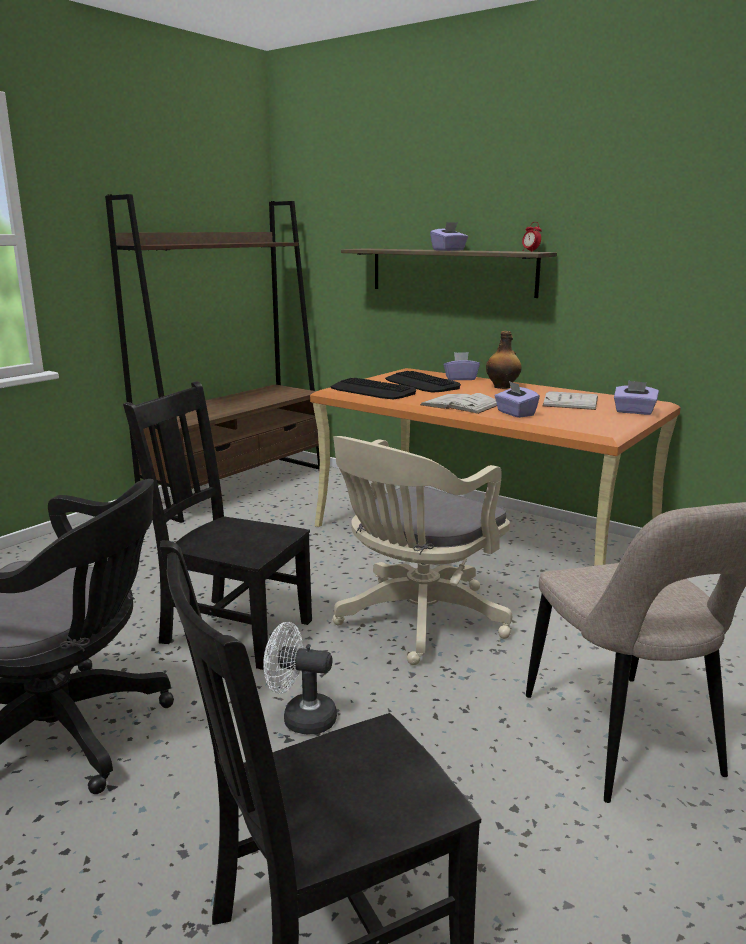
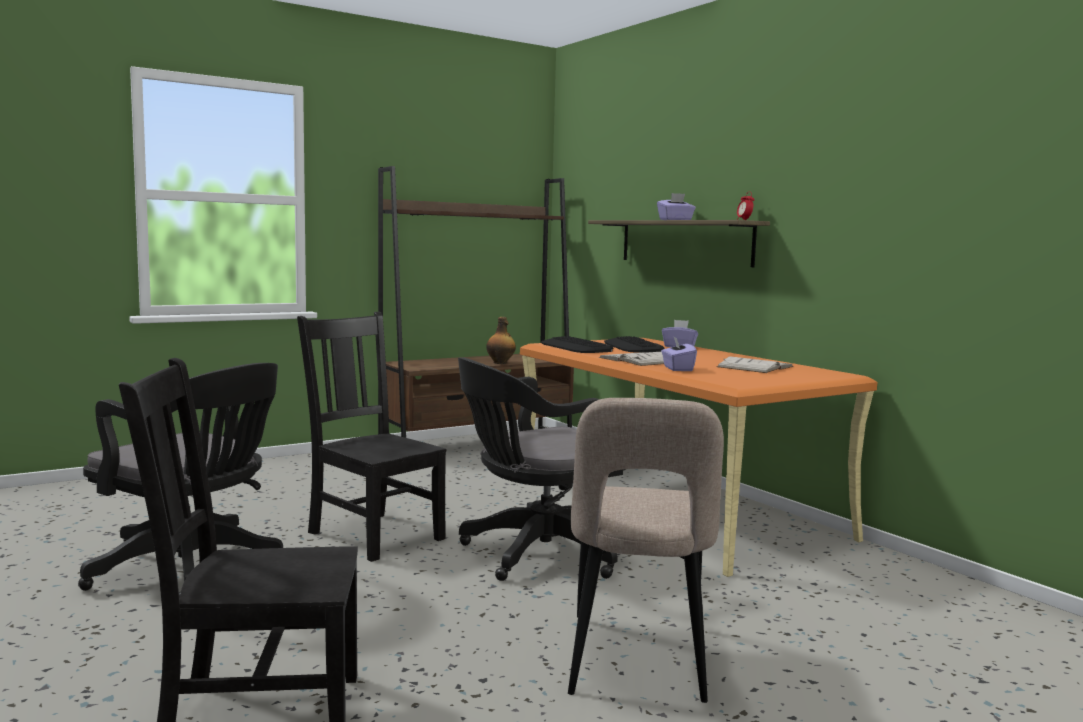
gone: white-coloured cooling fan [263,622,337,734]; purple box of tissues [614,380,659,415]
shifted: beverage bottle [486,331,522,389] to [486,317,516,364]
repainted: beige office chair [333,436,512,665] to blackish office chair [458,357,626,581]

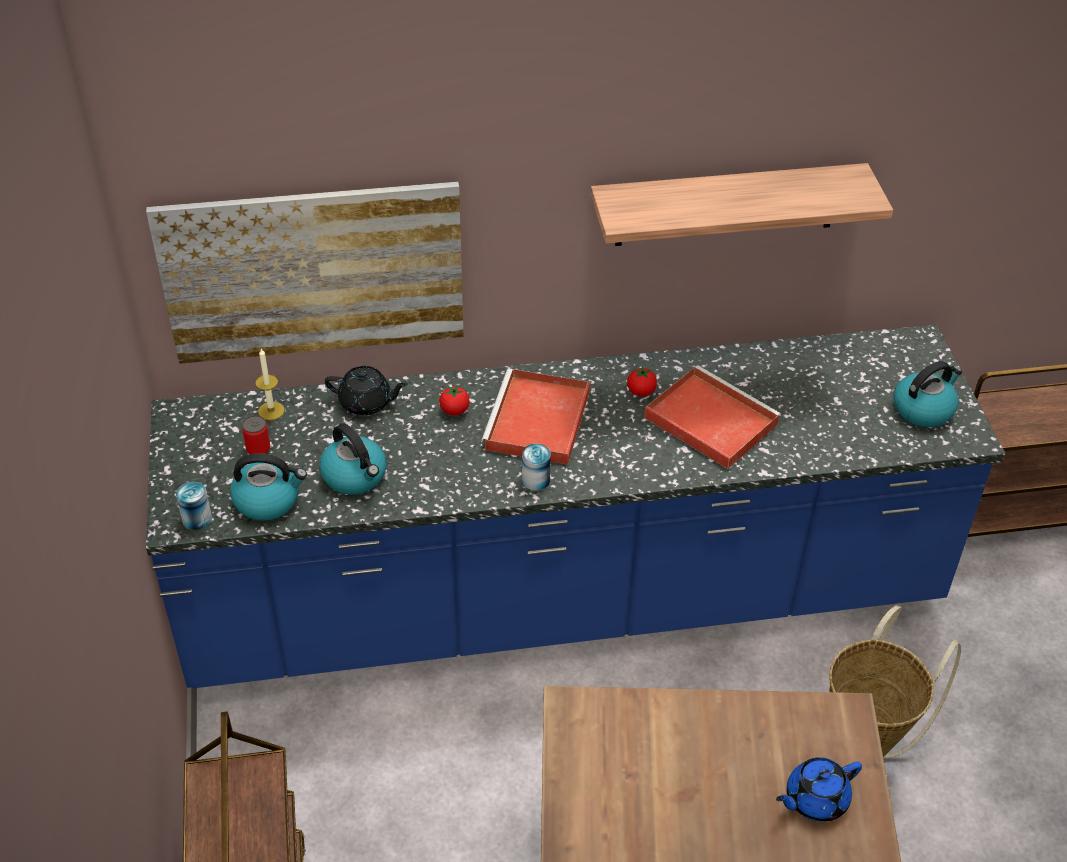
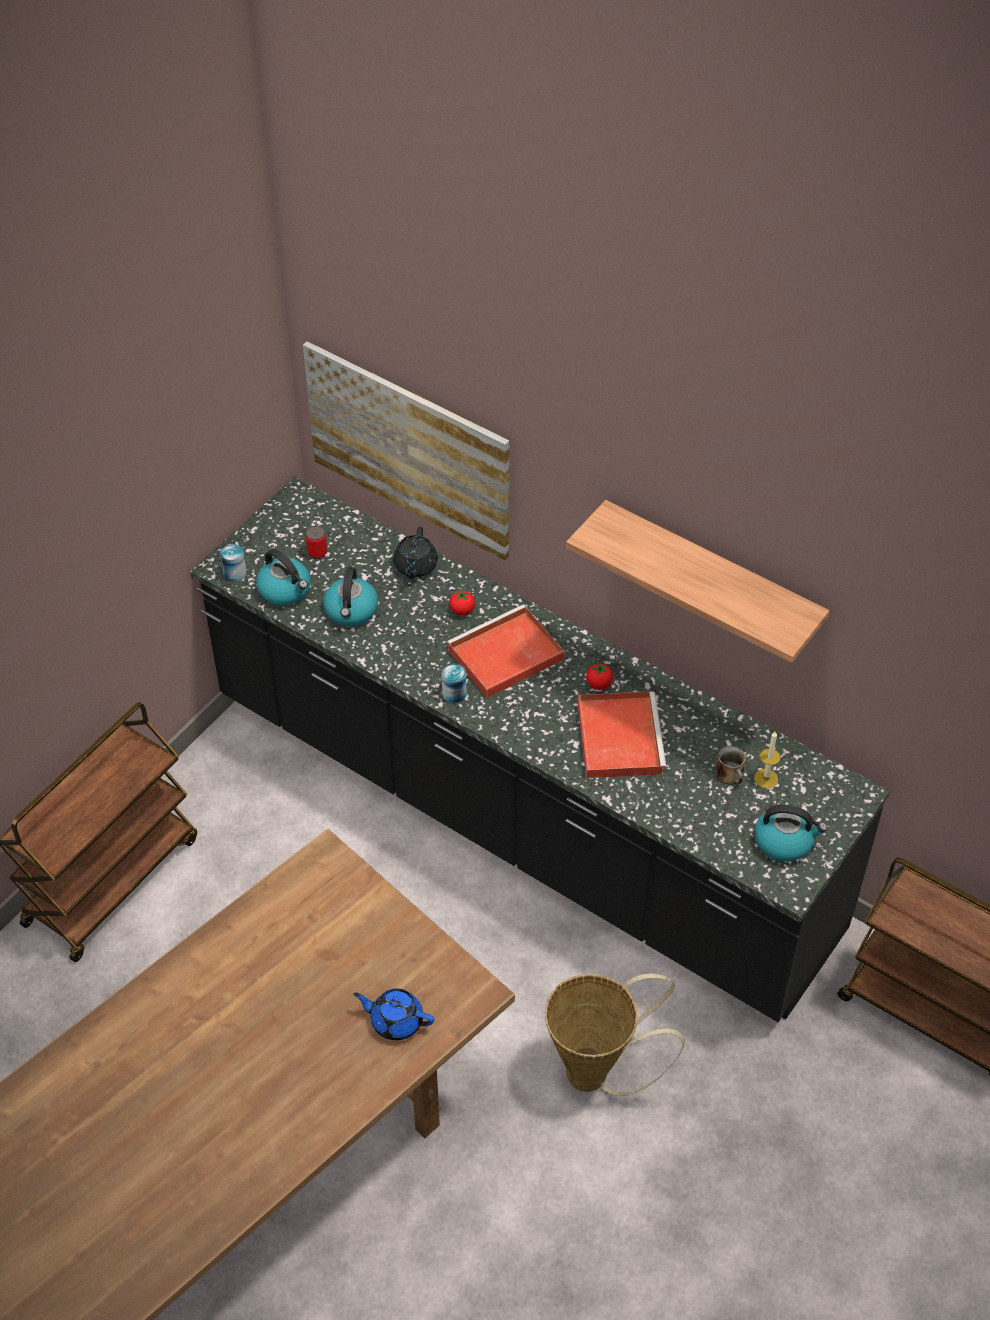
new: tea mug [716,746,746,784]
shifted: candle [255,349,284,420] to [754,732,781,788]
repainted: blue kitchen counter [146,324,1006,689] to blackish kitchen counter [191,477,890,1022]
rotated: blackish pot for tea [325,366,408,415] = [393,527,438,579] 45 degrees clockwise

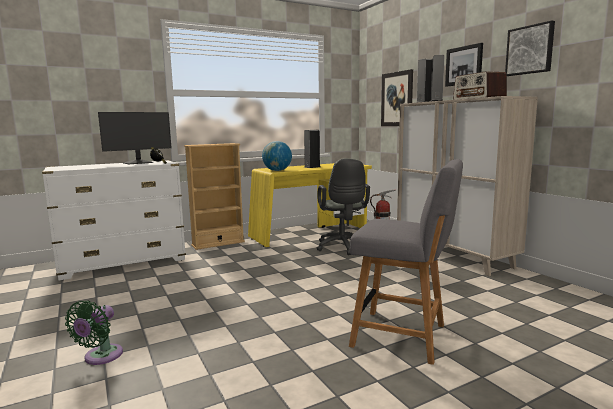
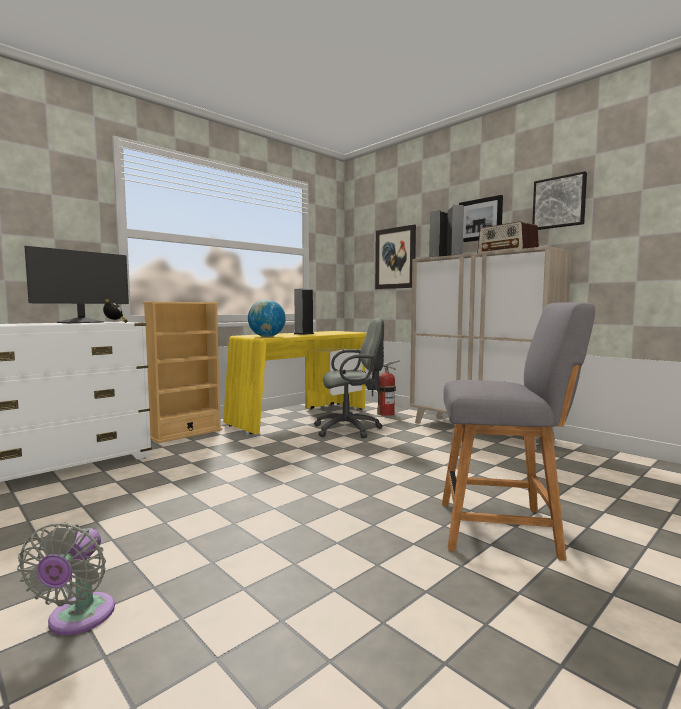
repainted: green cooling fan [65,300,123,365] to greyish cooling fan [17,522,115,635]
rotated: greyish office chair [317,158,370,255] = [314,318,384,439] 75 degrees counterclockwise

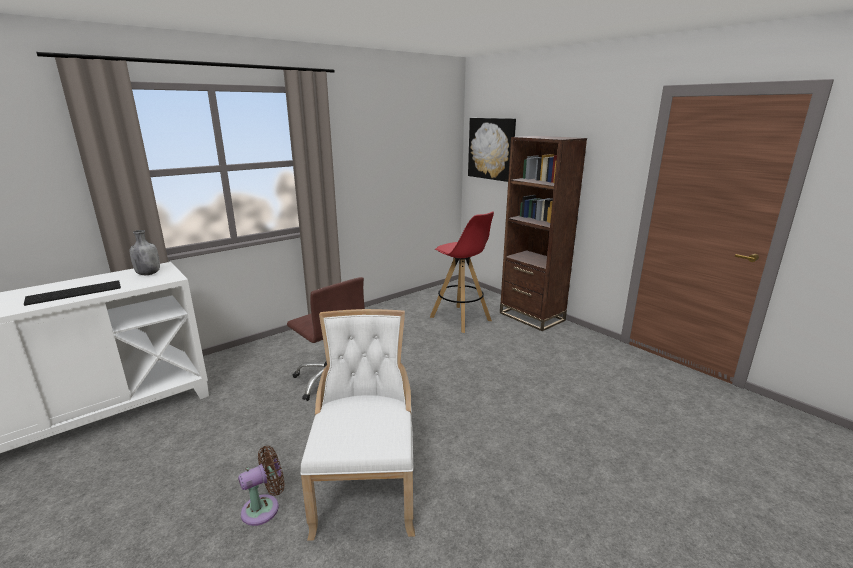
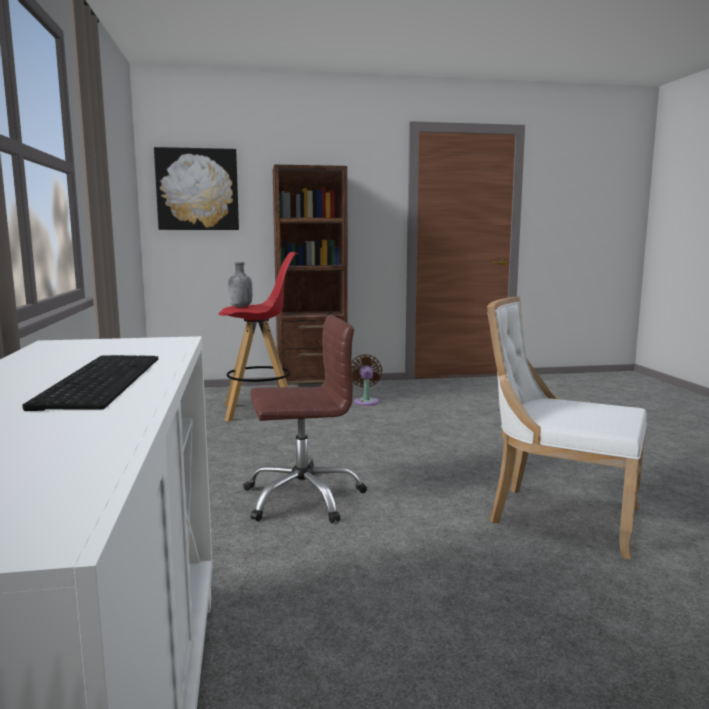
shifted: greyish beverage bottle [129,230,160,275] to [228,262,252,307]; brown cooling fan [238,446,285,526] to [352,354,382,406]

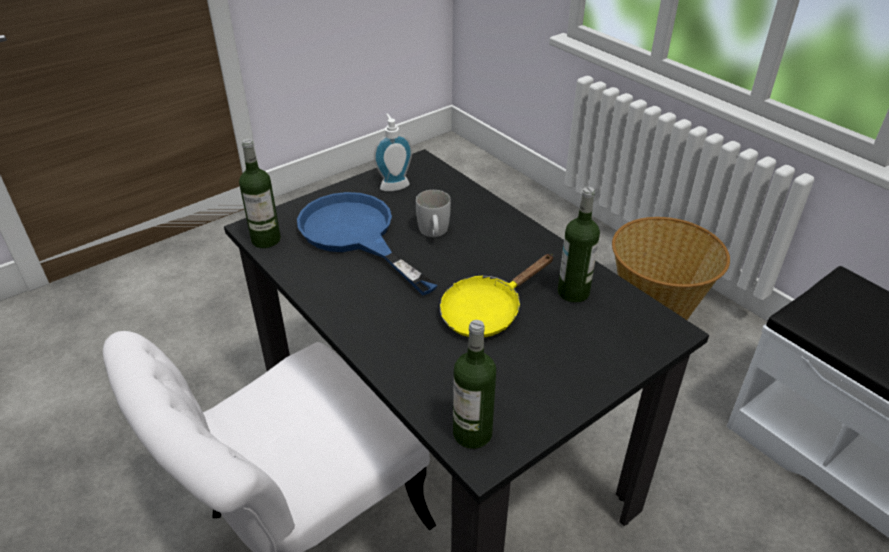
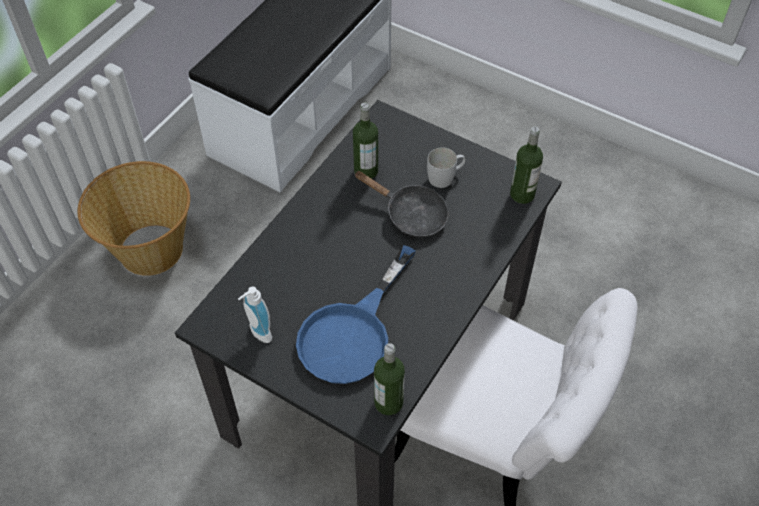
shifted: white-coloured tea mug [416,190,451,237] to [427,147,465,188]
repainted: yellow-coloured frying pan [440,254,554,337] to blackish frying pan [354,171,448,237]

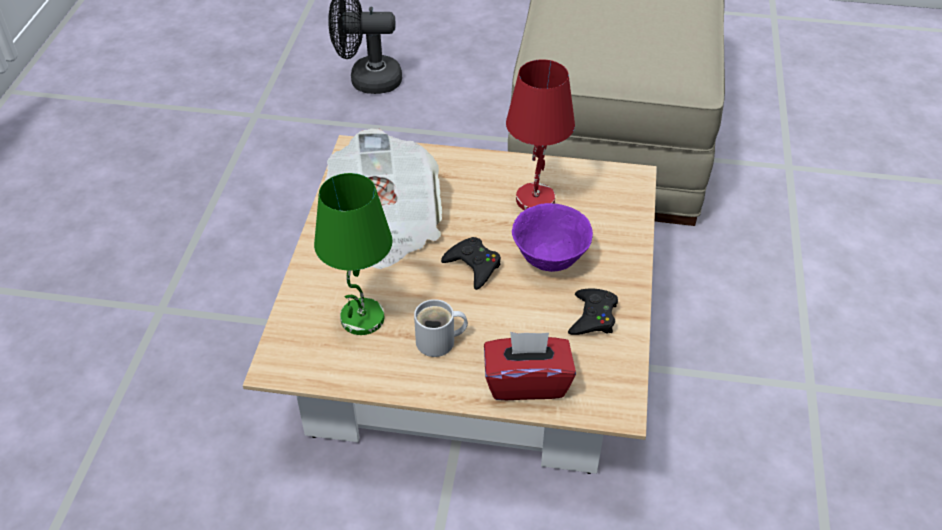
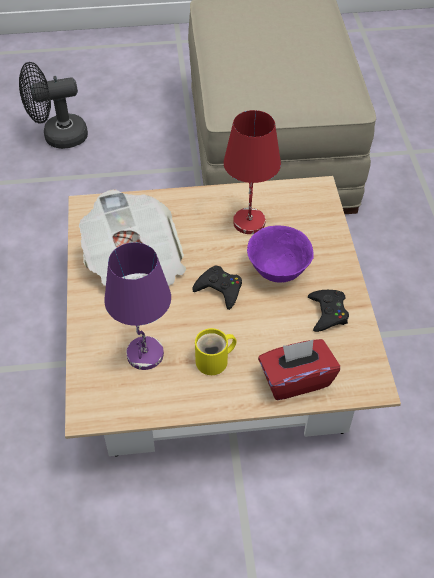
repainted: green tabletop lamp [314,173,393,335] to purple tabletop lamp [104,242,171,370]; white-coloured tea mug [414,299,468,357] to yellow-coloured tea mug [195,328,237,375]

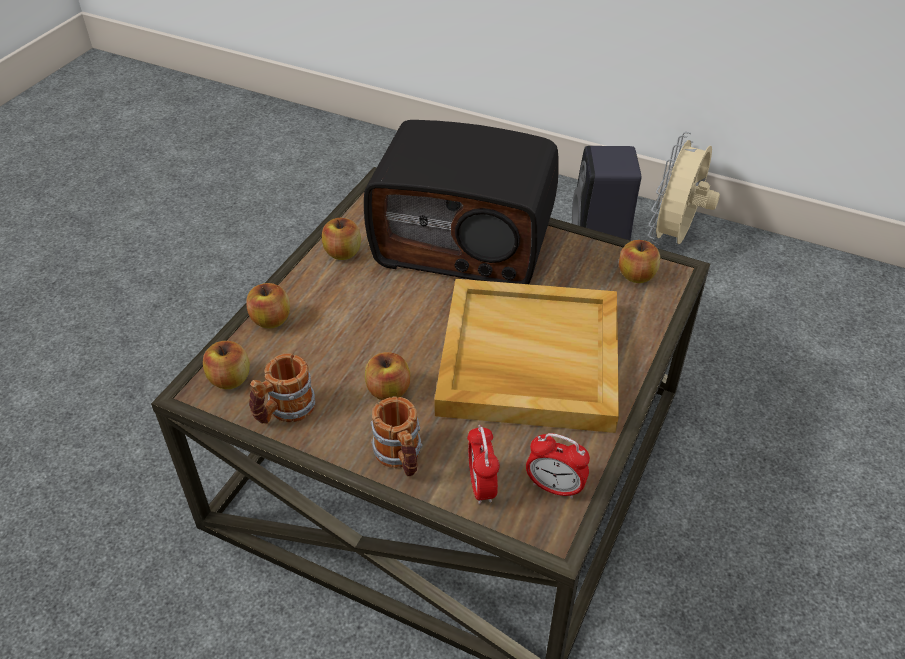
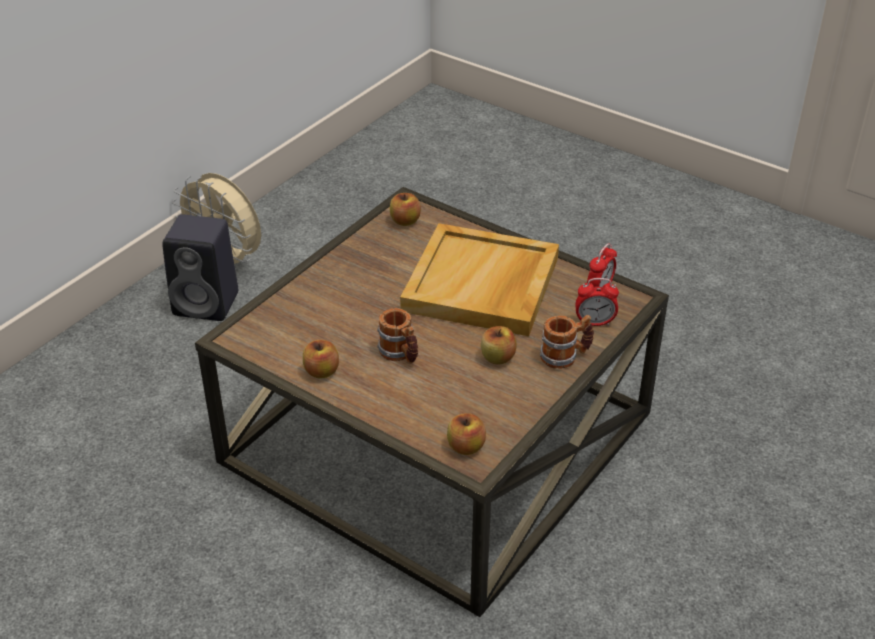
gone: apple [246,283,290,329]; radio [364,120,559,284]
shifted: tea mug [249,353,315,424] to [377,308,418,364]

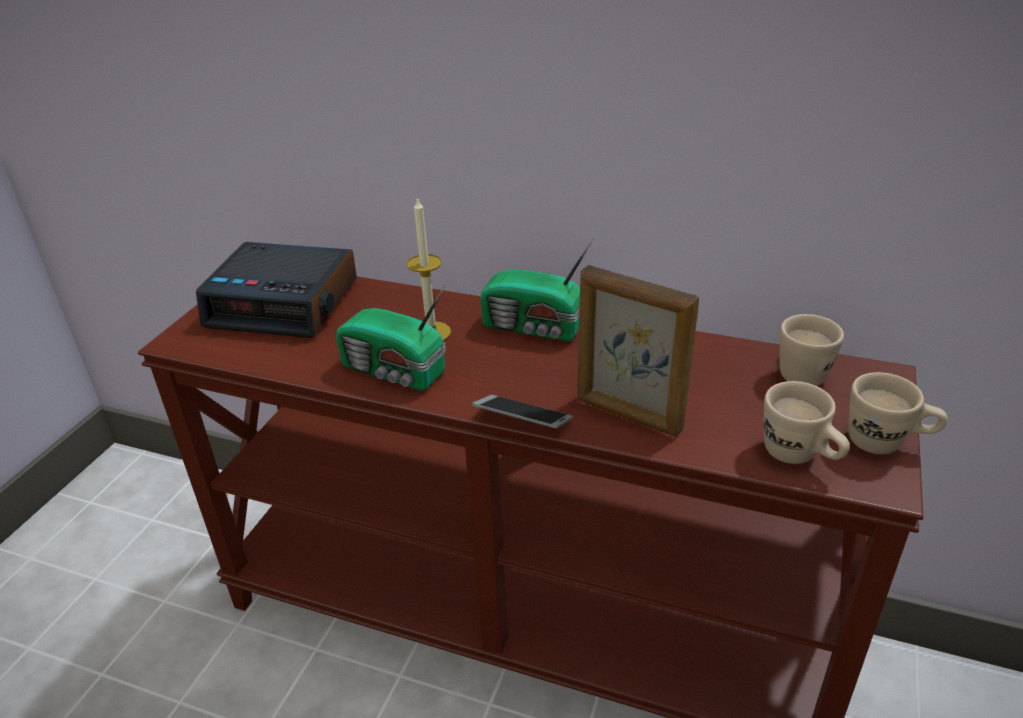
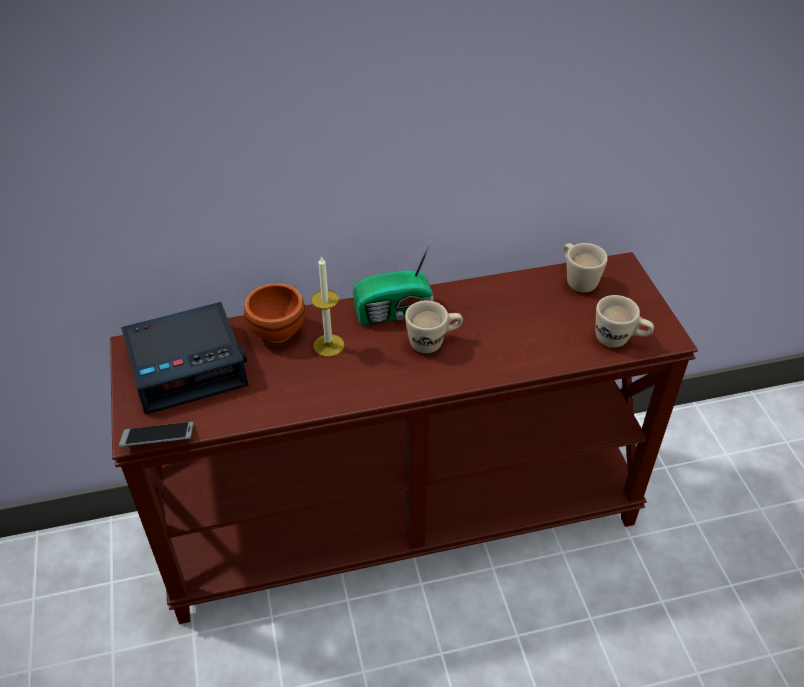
gone: radio [336,283,447,391]; standing frame [577,265,699,437]
new: brown serving bowl [244,283,305,343]
shifted: phone [472,395,573,428] to [119,422,194,447]; beige tea mug [848,372,947,454] to [405,301,463,353]

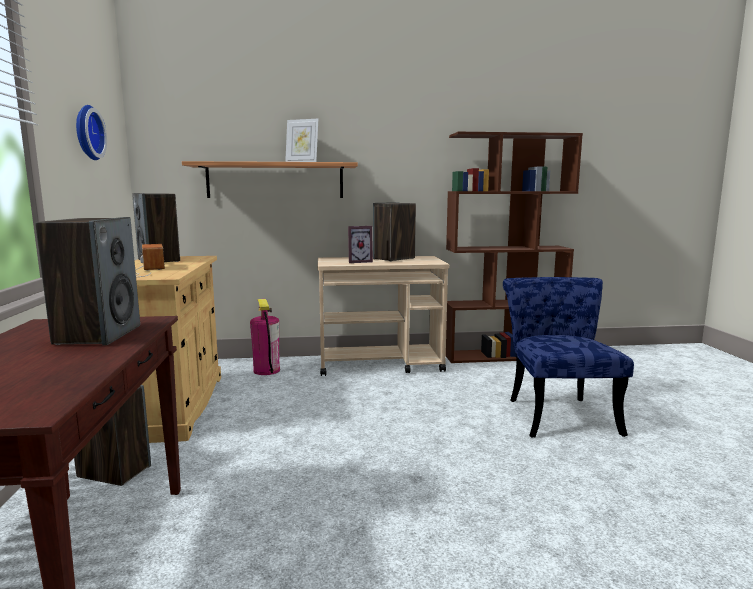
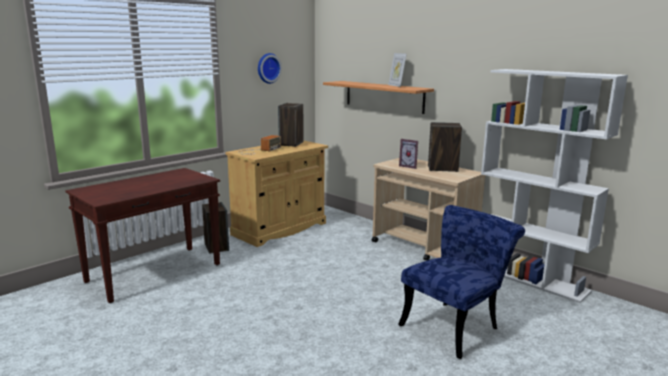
gone: loudspeaker [35,217,140,345]; fire-fighting cylinder [250,299,280,375]
repainted: brown shelving unit [446,132,583,363] to white-coloured shelving unit [481,69,628,303]

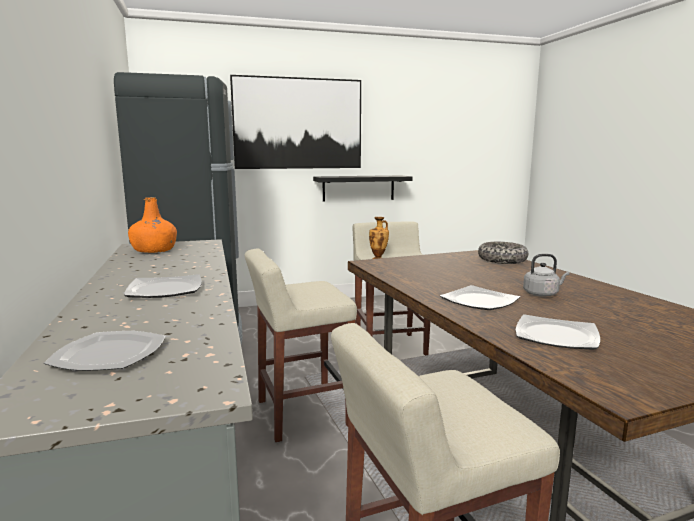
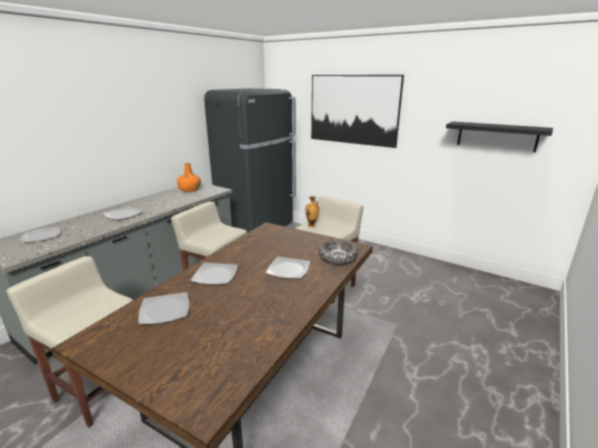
gone: greyish kettle [523,254,570,297]
new: flat dish [266,257,310,279]
shifted: blackish bracket shelf [313,175,412,202] to [446,122,553,152]

